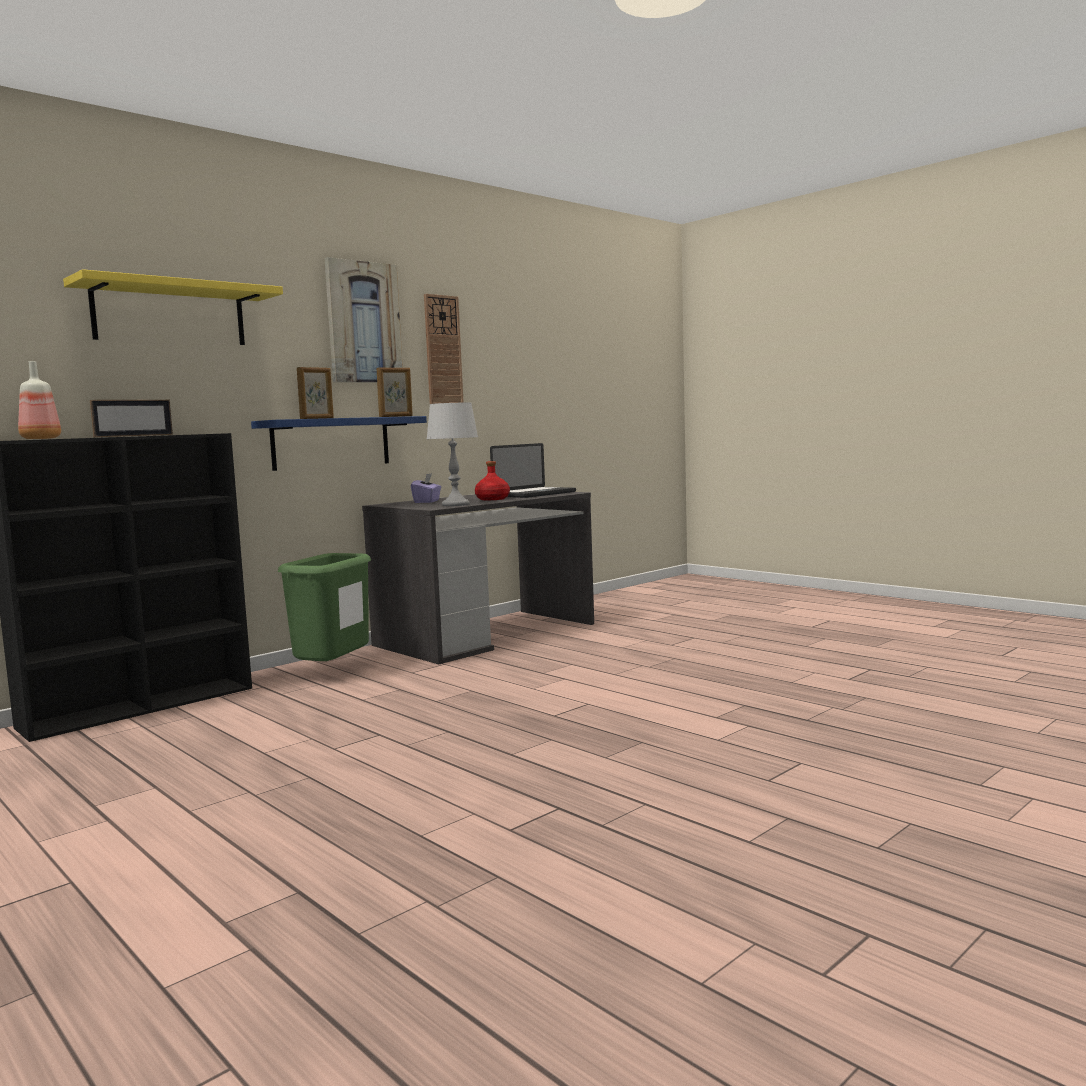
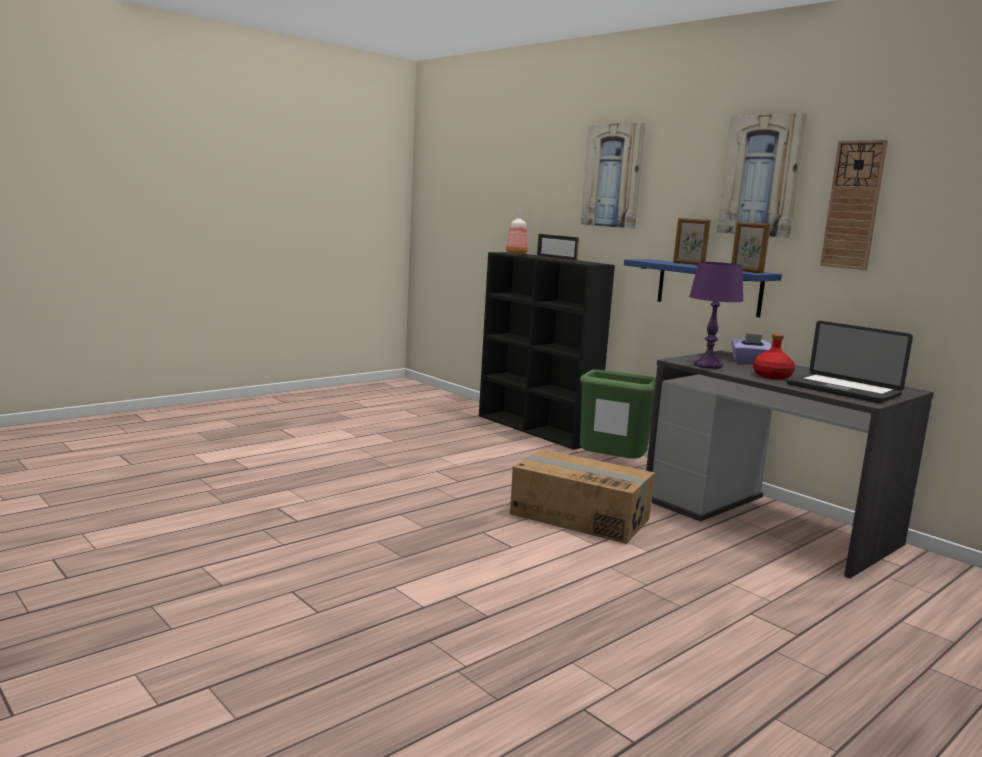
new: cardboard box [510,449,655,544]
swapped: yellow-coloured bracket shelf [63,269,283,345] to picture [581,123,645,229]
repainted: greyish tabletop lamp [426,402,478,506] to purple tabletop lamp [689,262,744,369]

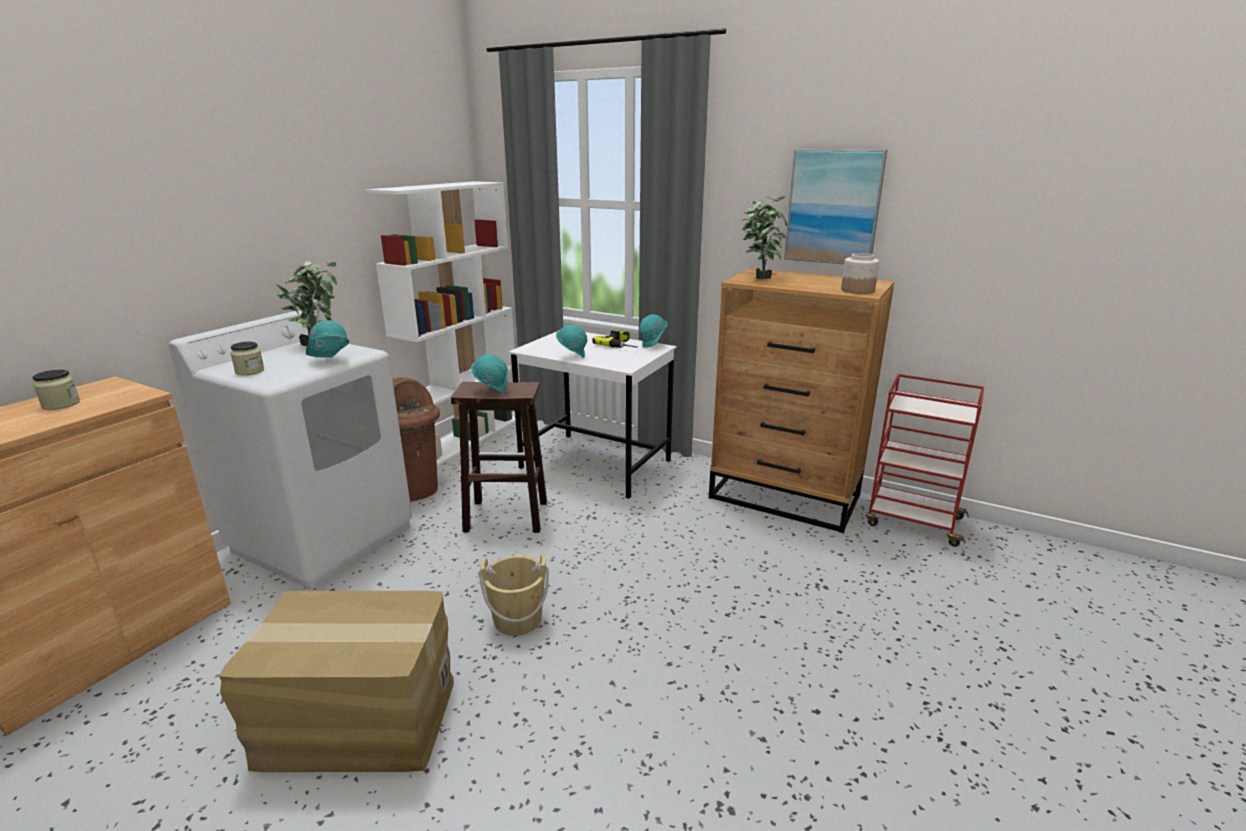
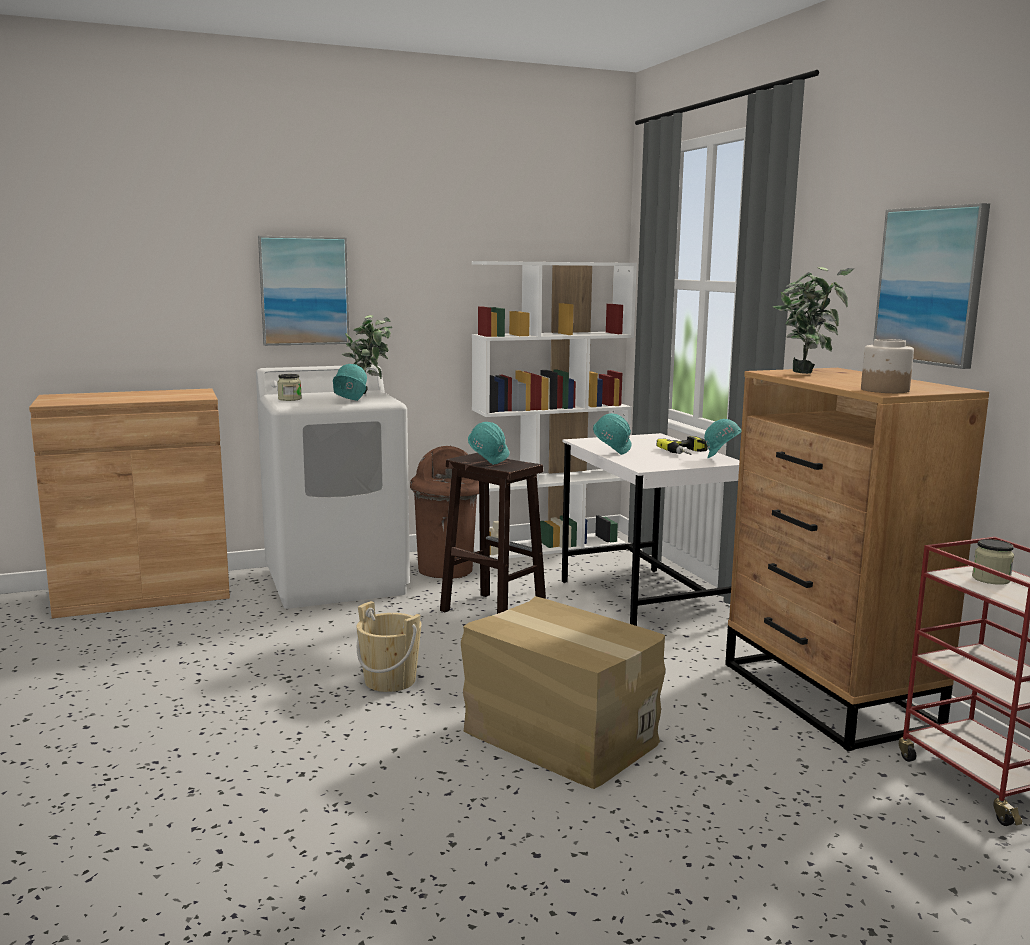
new: picture [258,236,350,346]
shifted: cardboard box [219,591,454,772] to [461,596,665,789]; preserve jar [32,369,80,410] to [972,539,1014,585]

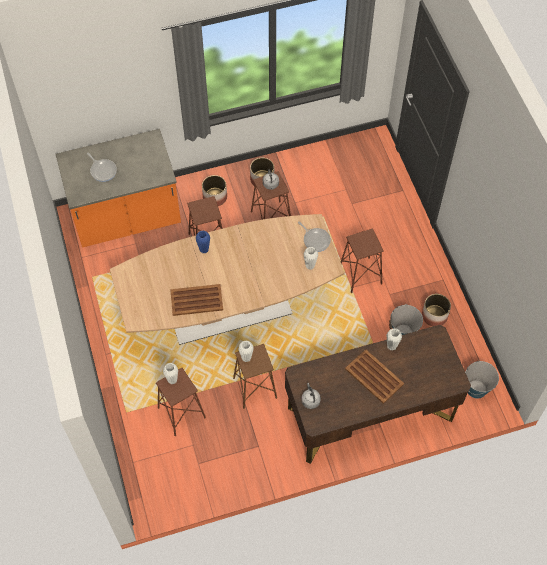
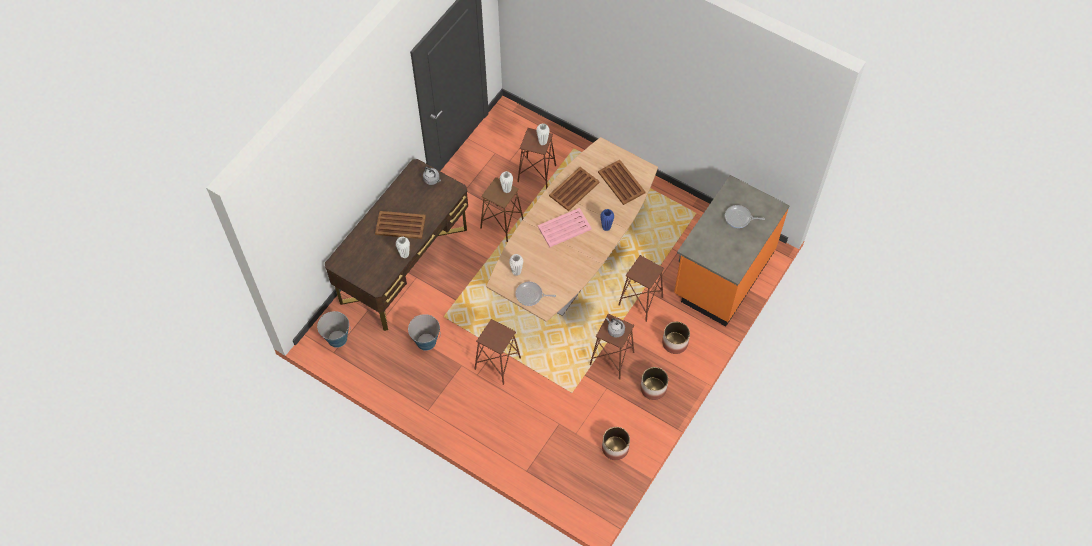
new: pink-coloured tray [538,208,592,247]; brown tray [598,160,645,205]
shifted: planter [422,294,451,326] to [602,427,630,460]

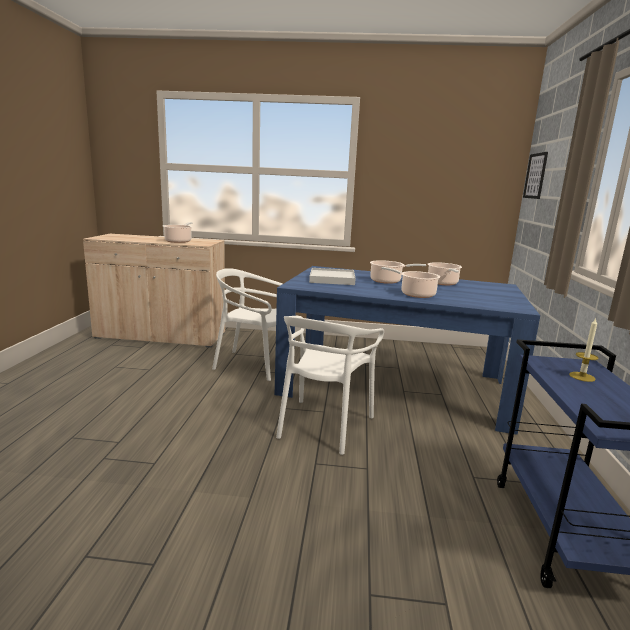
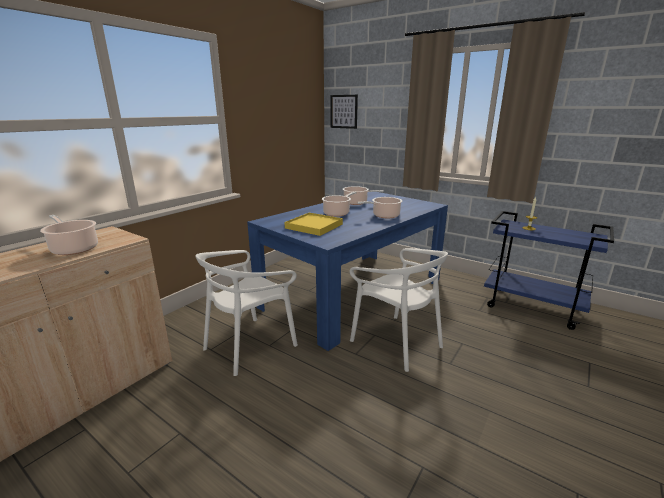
repainted: white-coloured tray [309,268,356,285] to yellow-coloured tray [285,213,343,236]

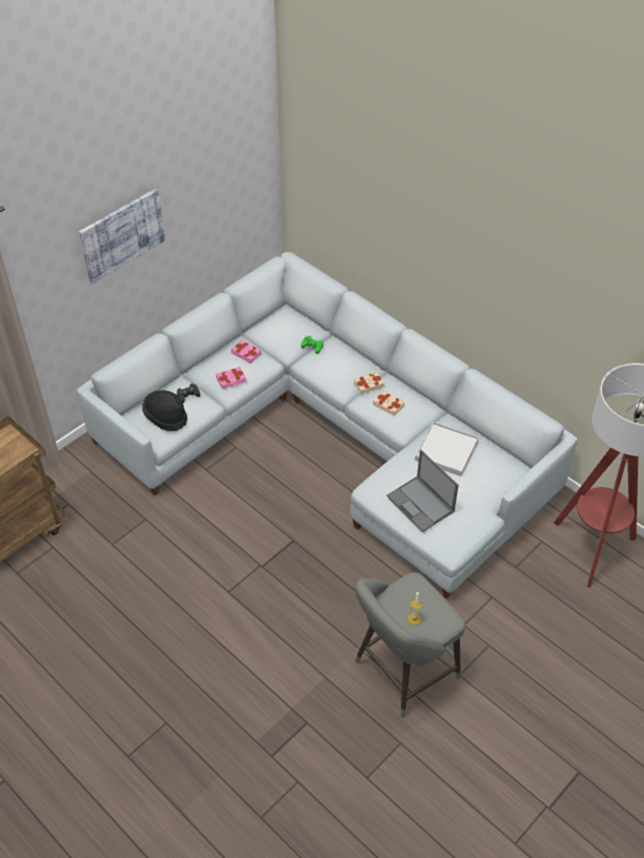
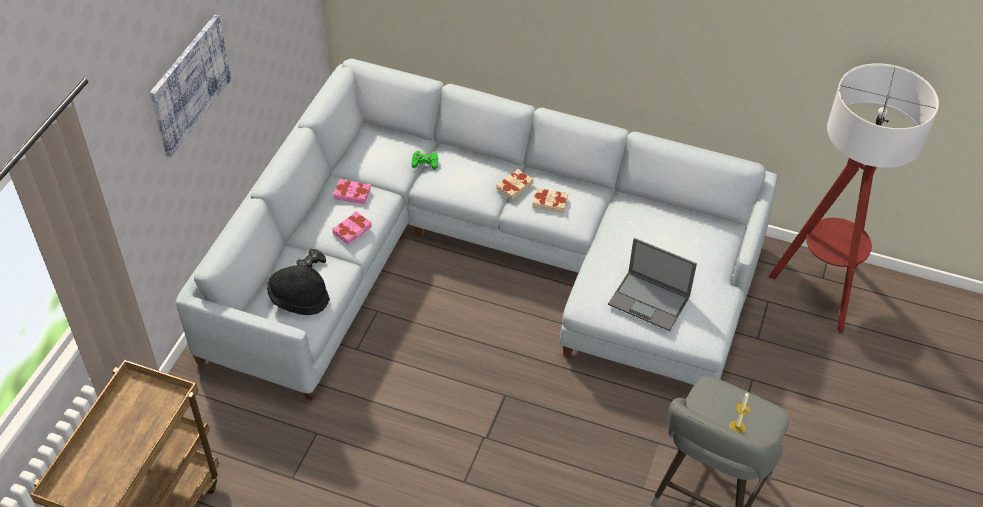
gone: white-coloured tray [415,422,479,476]

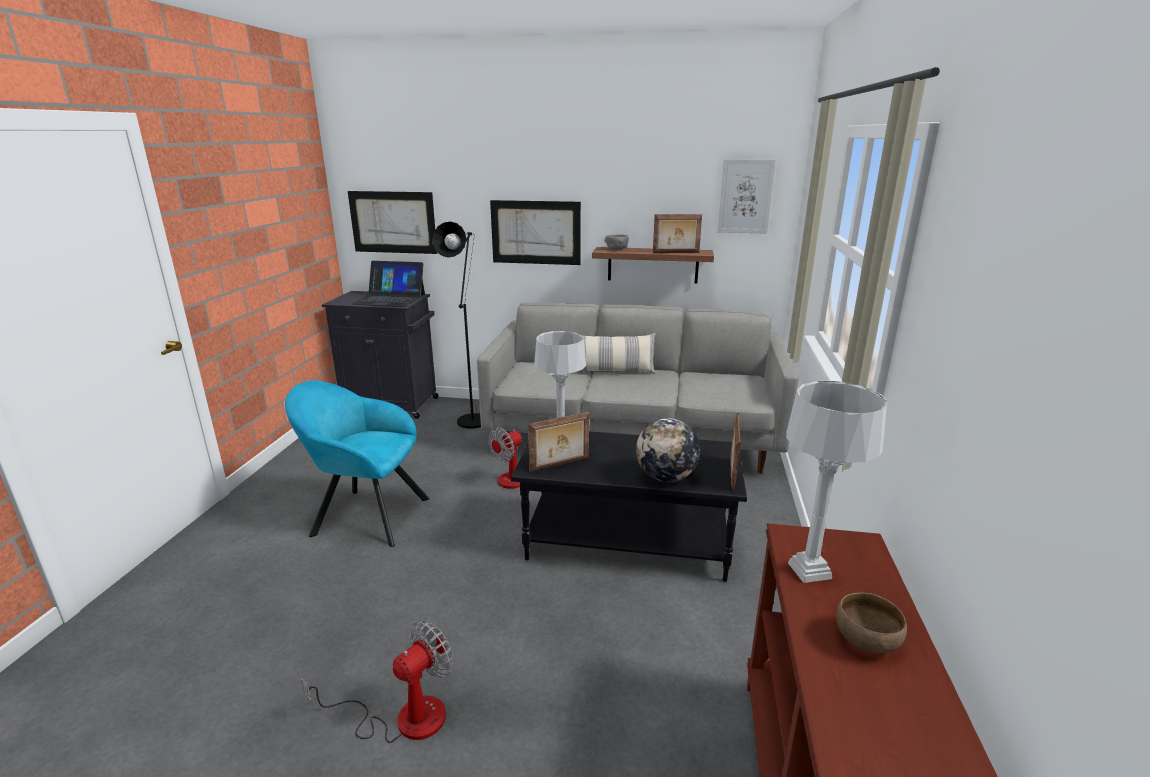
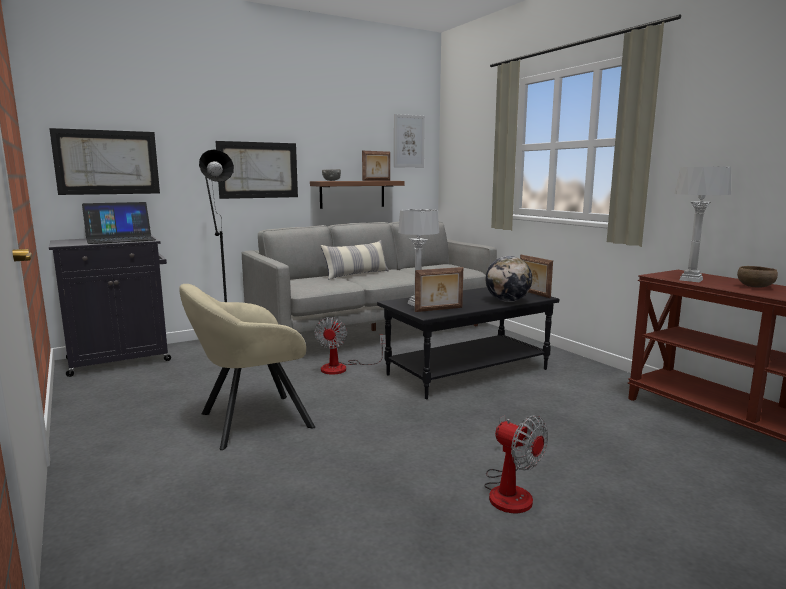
repainted: blue-green lounge chair [285,381,429,547] to beige lounge chair [179,284,315,450]
rotated: standing frame [528,412,589,472] = [415,267,463,312] 45 degrees clockwise; cooling fan [301,621,453,743] = [484,415,548,513] 135 degrees clockwise

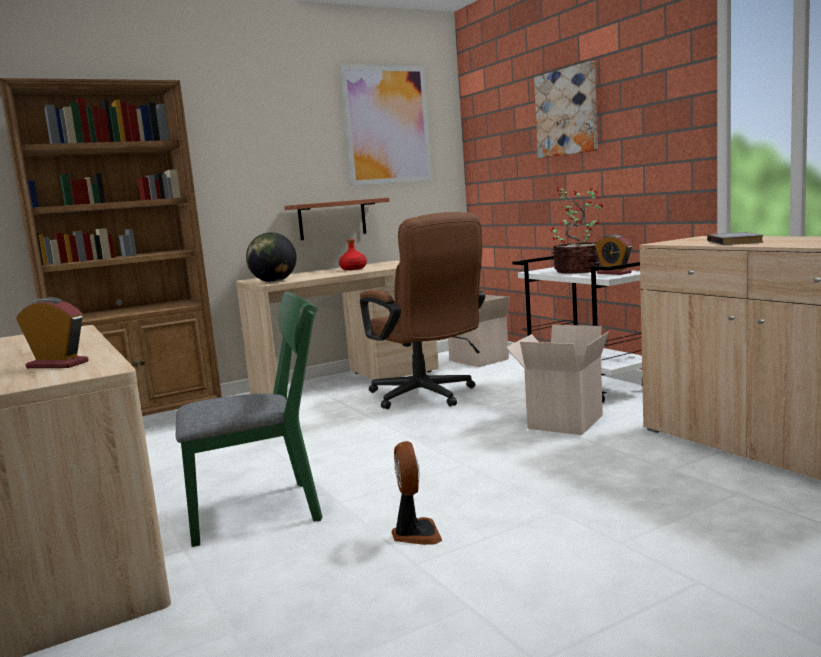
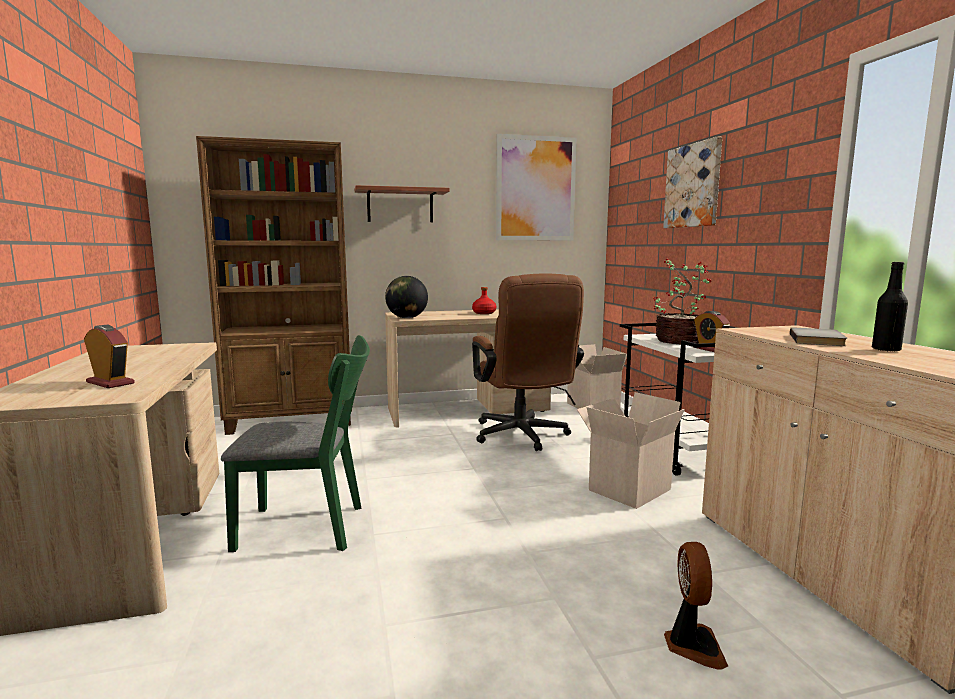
new: blackish beverage bottle [872,262,908,352]
shifted: bracket shelf [285,198,389,240] to [354,185,450,222]; cooling fan [392,441,443,545] to [664,542,728,670]

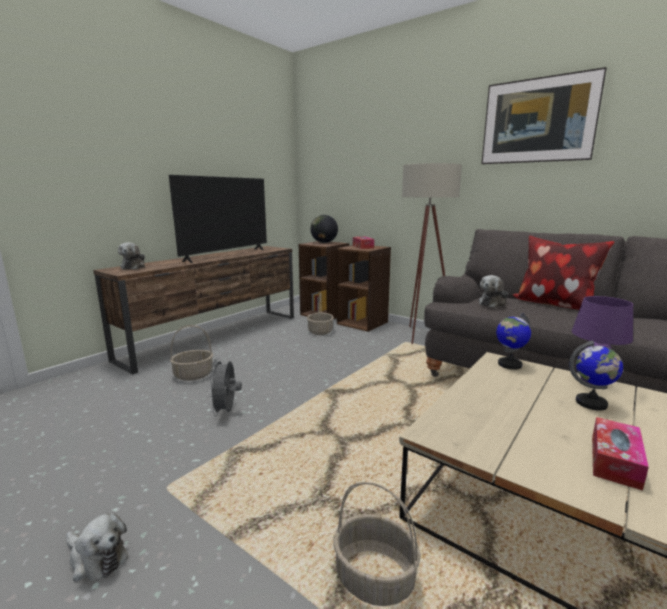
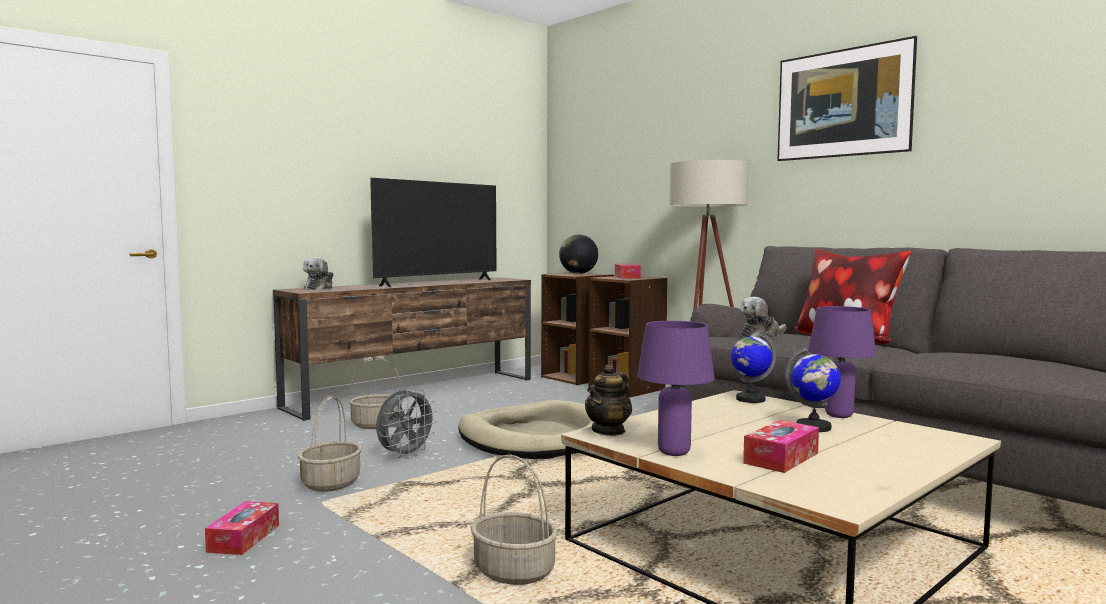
new: beige dog bed [458,400,594,459]; pot for tea [585,364,632,436]; purple tabletop lamp [637,321,715,456]
shifted: basket [307,293,334,335] to [298,396,362,492]
swapped: cuddly toy [66,513,128,582] to box of tissues [205,501,279,555]
rotated: greyish cooling fan [208,358,242,416] = [376,388,437,459] 150 degrees counterclockwise

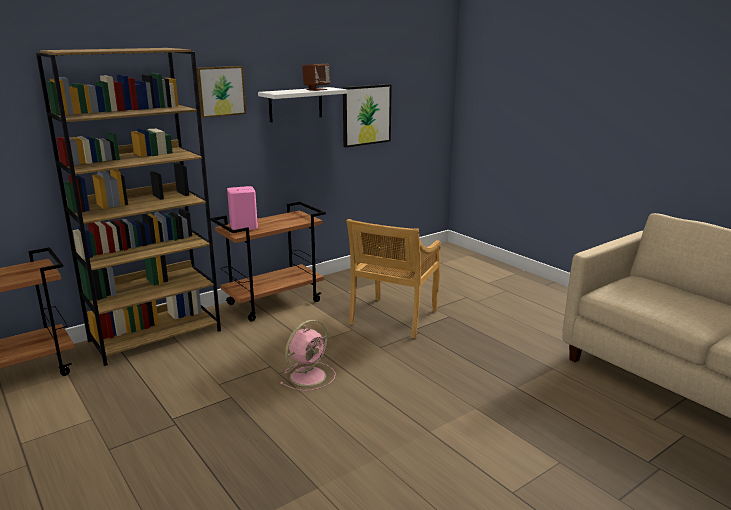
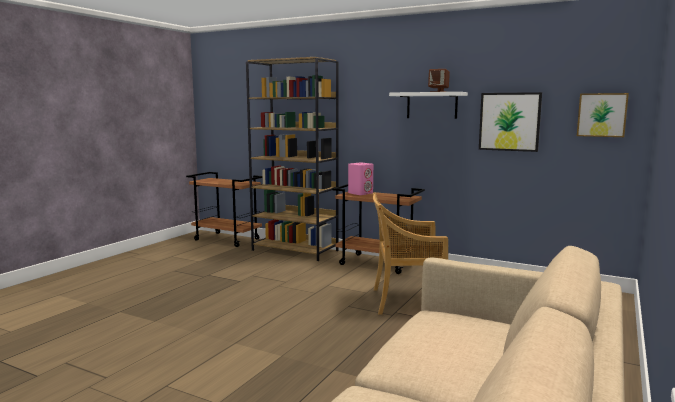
gone: pink-coloured cooling fan [280,320,336,391]
shifted: picture [197,66,246,118] to [577,93,629,137]

